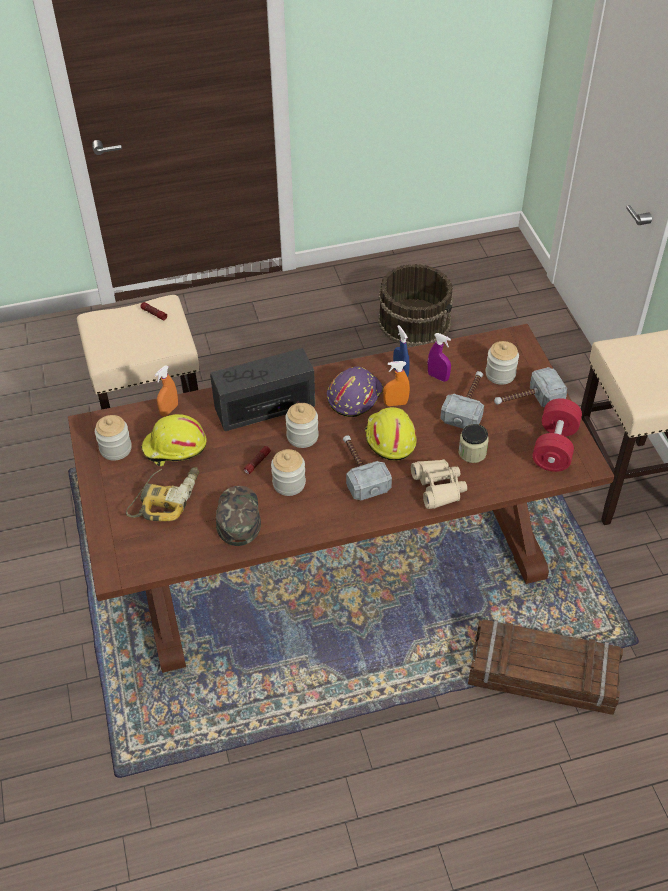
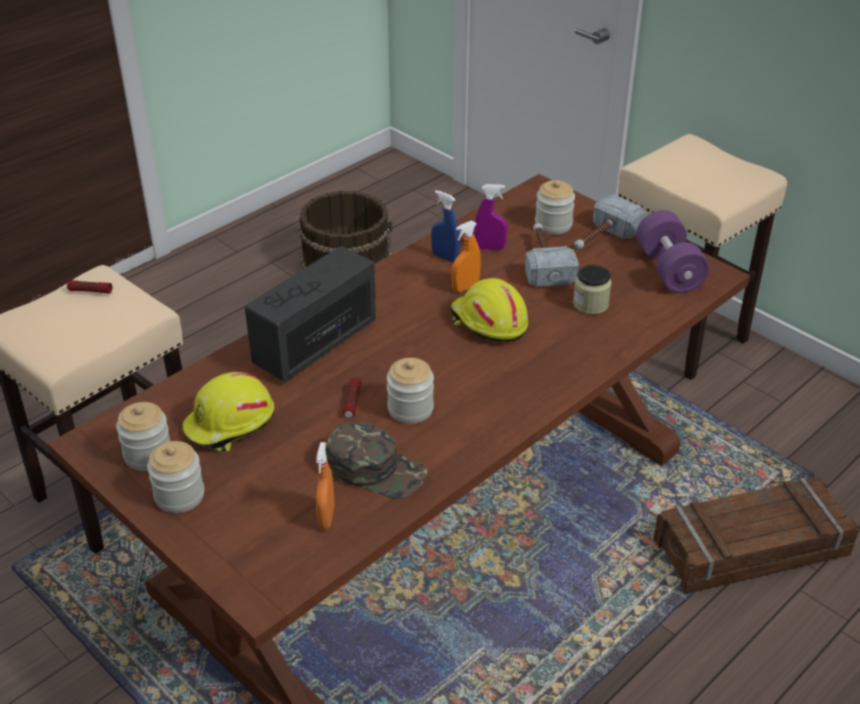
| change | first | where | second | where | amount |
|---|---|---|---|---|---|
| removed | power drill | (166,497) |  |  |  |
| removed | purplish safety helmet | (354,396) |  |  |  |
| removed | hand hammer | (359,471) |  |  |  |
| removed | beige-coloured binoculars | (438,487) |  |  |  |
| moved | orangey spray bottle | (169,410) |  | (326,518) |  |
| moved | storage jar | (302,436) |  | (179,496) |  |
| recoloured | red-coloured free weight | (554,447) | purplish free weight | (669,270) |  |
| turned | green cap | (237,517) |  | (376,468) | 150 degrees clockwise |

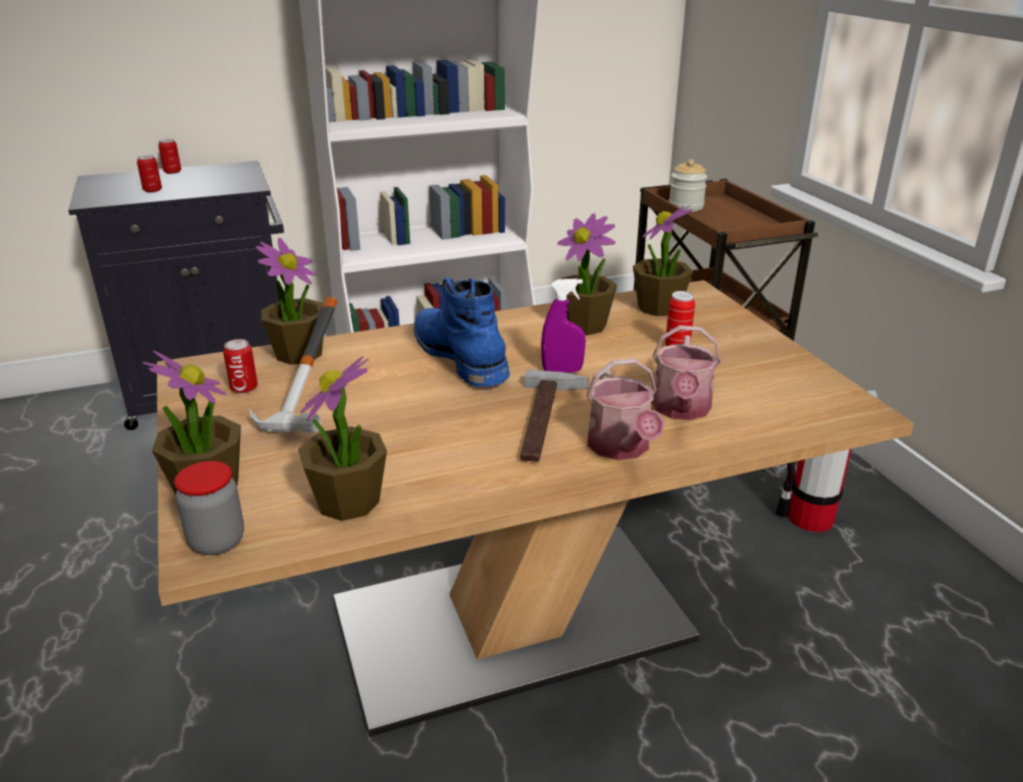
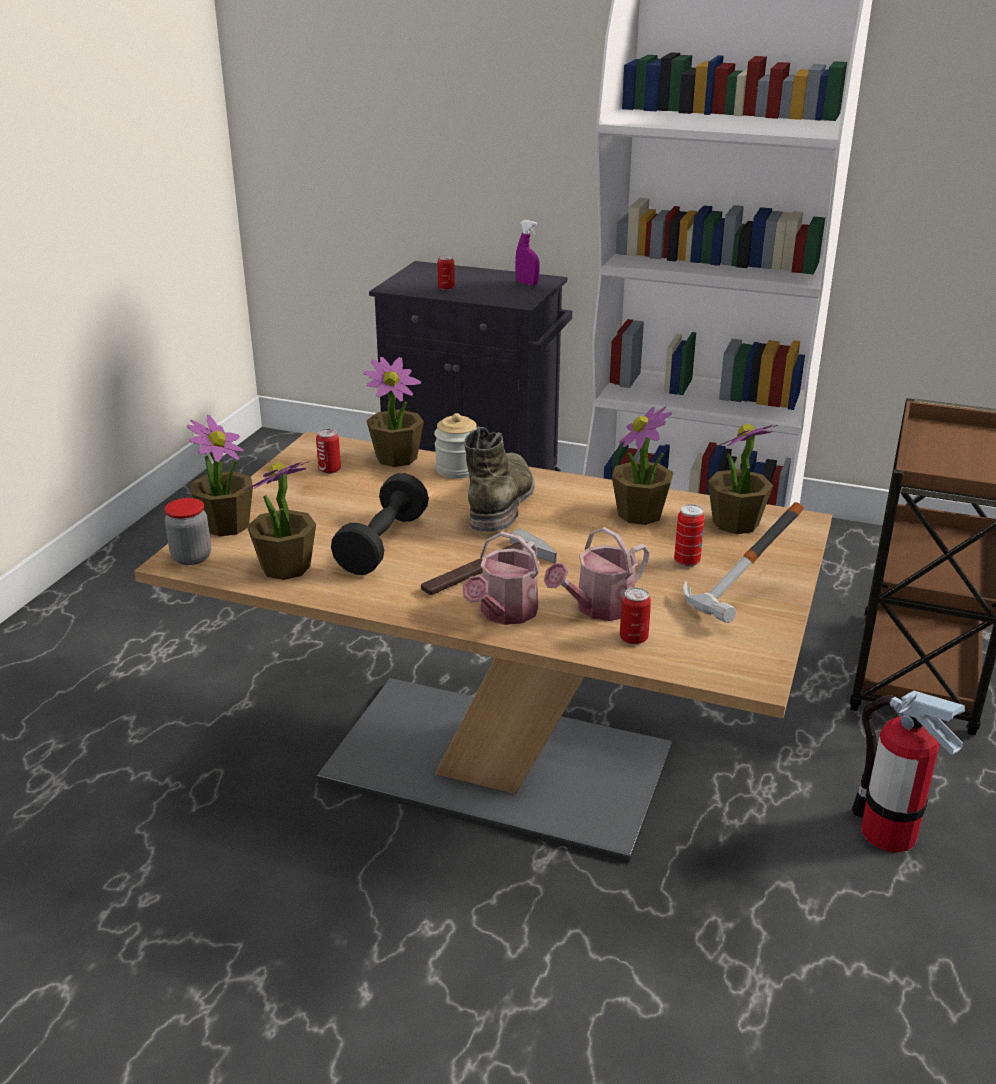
| change | first | where | second | where | amount |
|---|---|---|---|---|---|
| added |  |  | black-coloured free weight | (382,544) |  |
| moved | can | (172,172) |  | (633,638) |  |
| moved | hand hammer | (318,410) |  | (746,604) |  |
| moved | purplish spray bottle | (562,371) |  | (527,283) |  |
| moved | storage jar | (686,207) |  | (457,469) |  |
| recoloured | bluish high-top boot | (459,356) | green high-top boot | (501,501) |  |

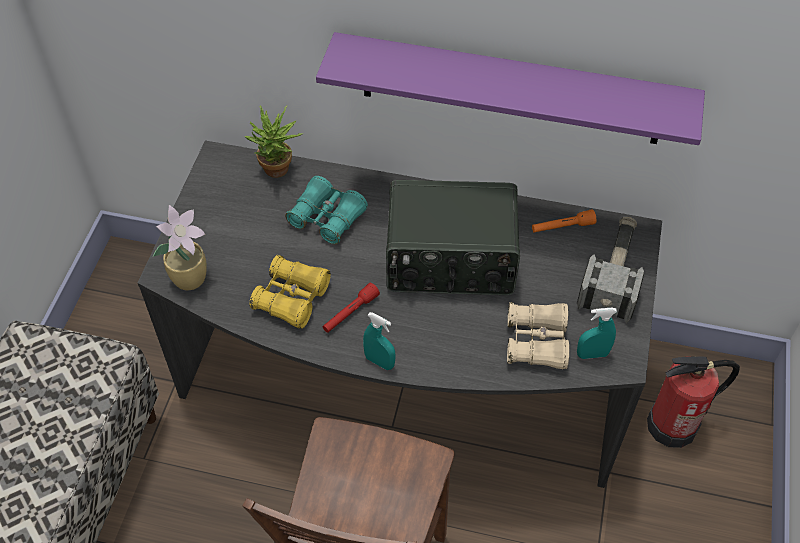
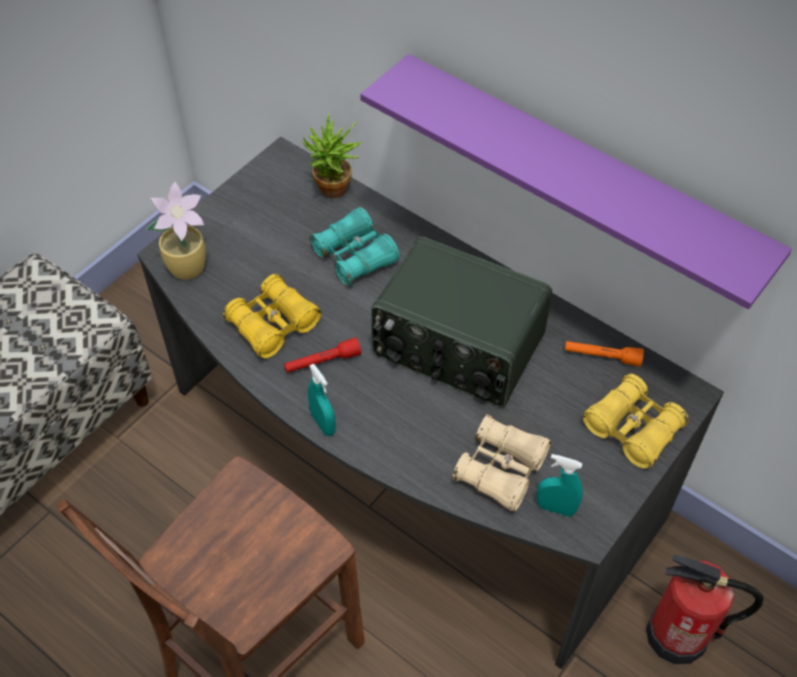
| change | first | where | second | where | amount |
|---|---|---|---|---|---|
| replaced | hand hammer | (614,273) | yellow binoculars | (632,429) |  |

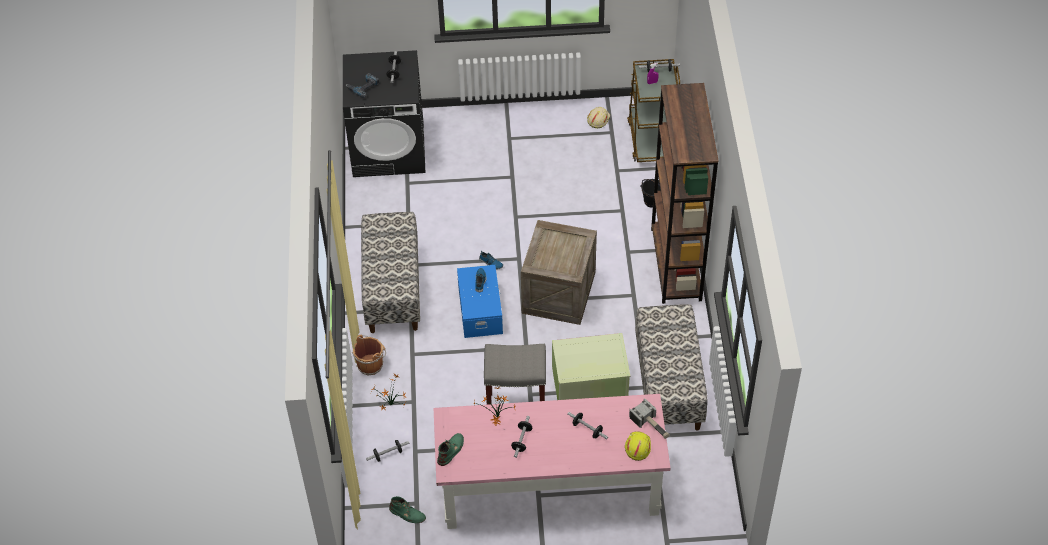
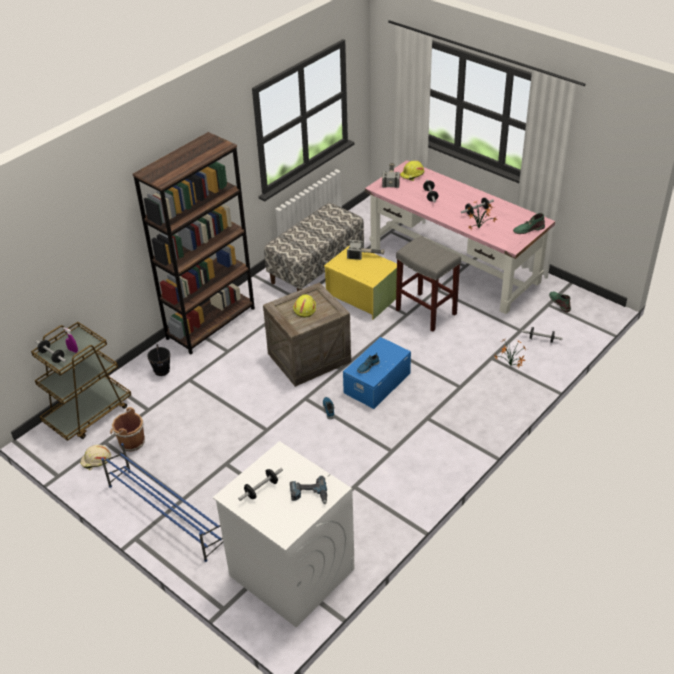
| change | first | where | second | where | amount |
|---|---|---|---|---|---|
| removed | long seat | (392,289) |  |  |  |
| added |  |  | bluish shoe stand | (165,513) |  |
| added |  |  | yellow safety helmet | (304,308) |  |
| added |  |  | hand hammer | (366,255) |  |
| moved | brown bucket | (371,364) |  | (130,442) |  |
| recoloured | black-coloured laundry machine | (389,149) | whitish laundry machine | (291,572) |  |
| recoloured | green storage container | (590,385) | yellow storage container | (362,296) |  |

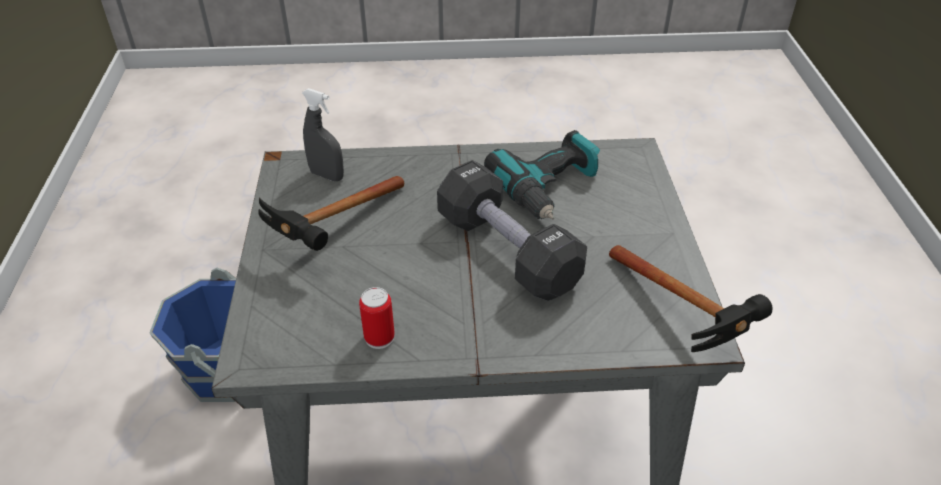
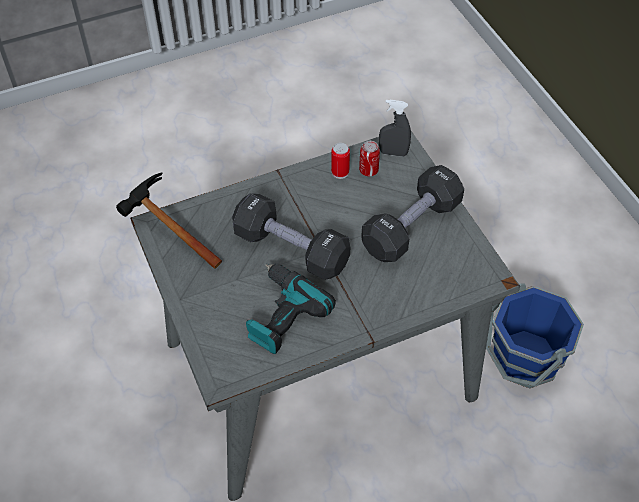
| change | first | where | second | where | amount |
|---|---|---|---|---|---|
| added |  |  | can | (368,170) |  |
| moved | greyish spray bottle | (327,175) |  | (393,153) |  |
| replaced | hand hammer | (333,236) | black-coloured free weight | (411,227) |  |

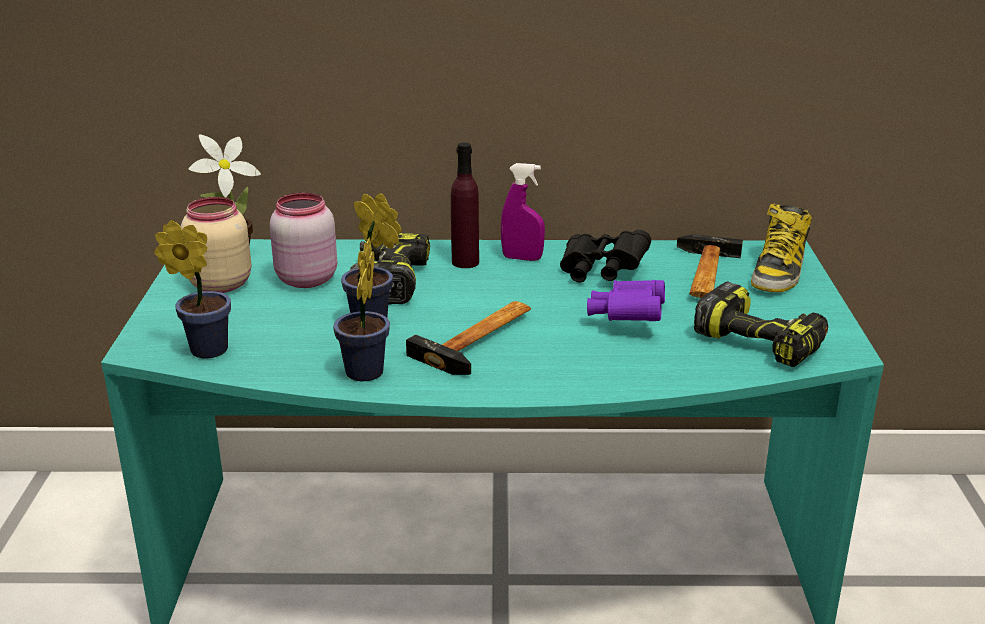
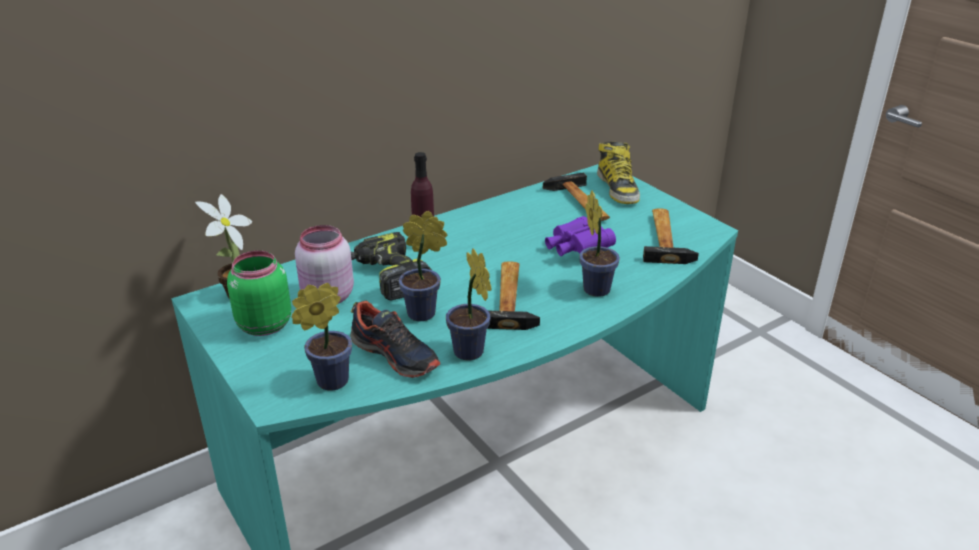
| change | first | where | second | where | amount |
|---|---|---|---|---|---|
| removed | purplish spray bottle | (522,258) |  |  |  |
| removed | black-coloured binoculars | (601,272) |  |  |  |
| added |  |  | low shoe | (395,355) |  |
| added |  |  | houseplant | (595,287) |  |
| replaced | power drill | (762,342) | hand hammer | (666,238) |  |
| recoloured | beige-coloured storage jar | (220,284) | green storage jar | (263,325) |  |

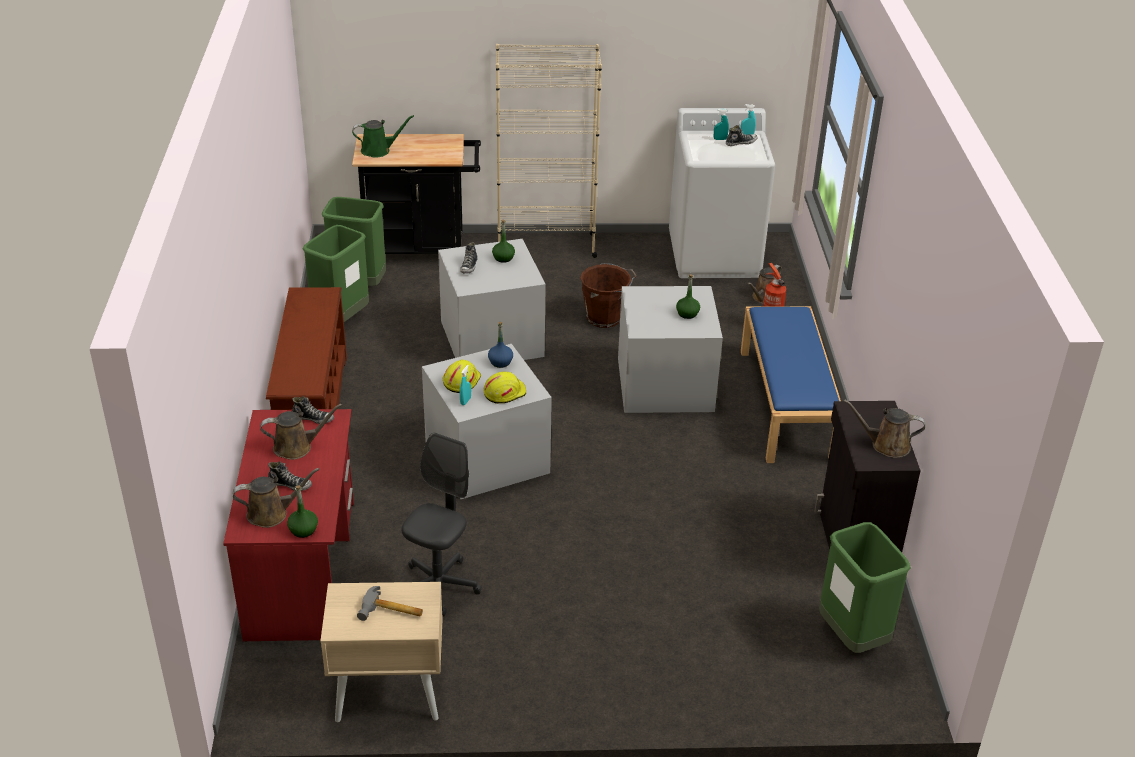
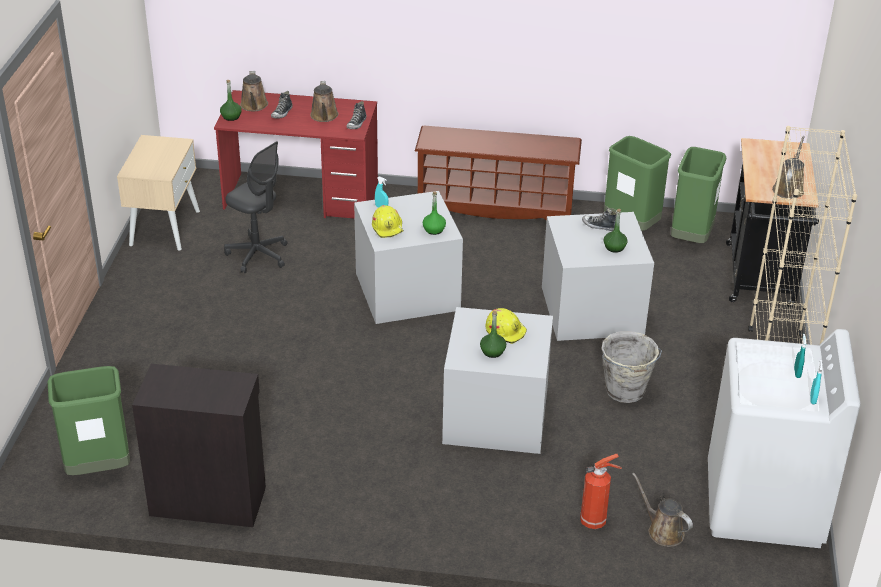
| change | first | where | second | where | amount |
|---|---|---|---|---|---|
| removed | green watering pot | (378,150) |  |  |  |
| removed | hand hammer | (392,612) |  |  |  |
| removed | low shoe | (741,142) |  |  |  |
| removed | bluish long seat | (787,405) |  |  |  |
| moved | yellow safety helmet | (461,381) |  | (505,331) |  |
| moved | brown watering pot | (886,445) |  | (788,189) |  |
| recoloured | bluish drink bottle | (500,362) | green drink bottle | (434,229) |  |
| recoloured | brown bucket | (605,317) | greyish bucket | (625,391) |  |

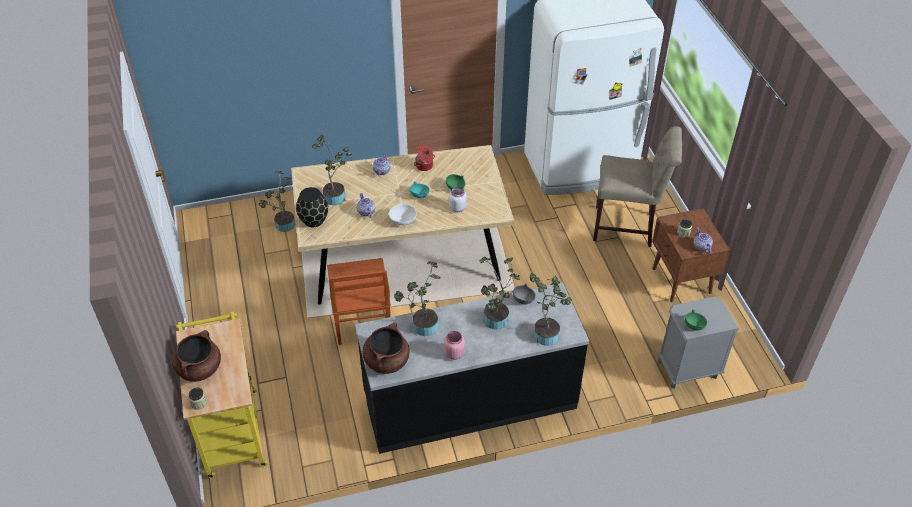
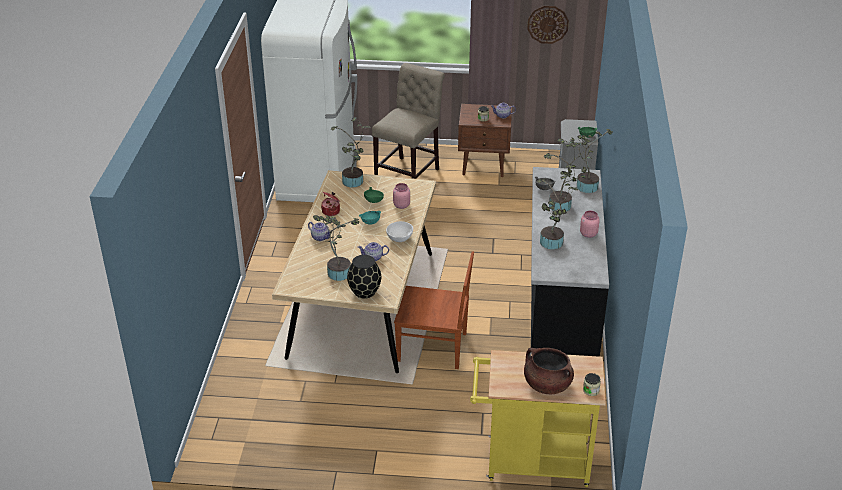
| change | first | where | second | where | amount |
|---|---|---|---|---|---|
| removed | brown cooking pot | (386,361) |  |  |  |
| added |  |  | clock on the wall | (548,24) |  |
| moved | houseplant | (283,226) |  | (353,183) |  |
| recoloured | whitish storage jar | (457,207) | pink-coloured storage jar | (401,205) |  |

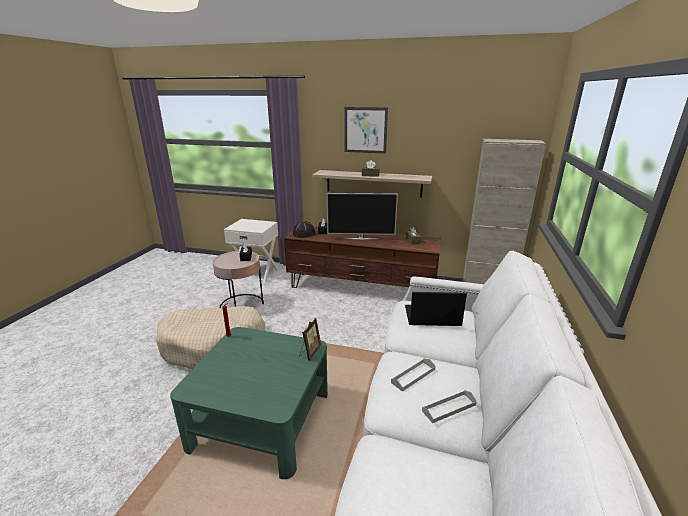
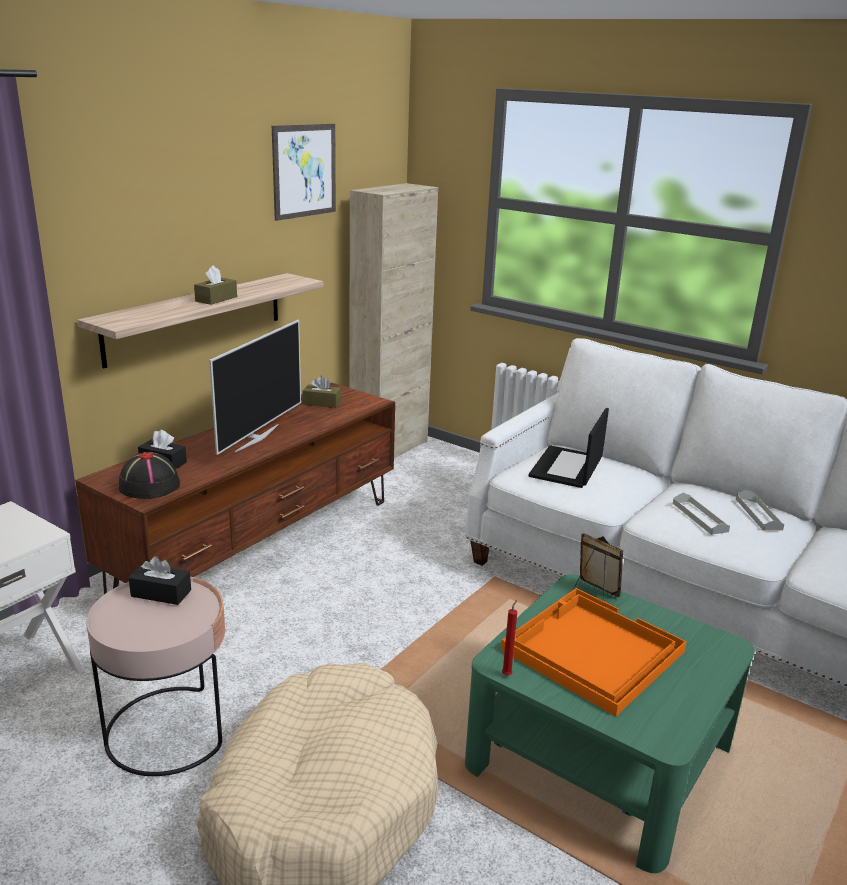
| change | first | where | second | where | amount |
|---|---|---|---|---|---|
| added |  |  | orangey serving tray | (591,651) |  |
| moved | wall art | (365,130) |  | (304,171) |  |

